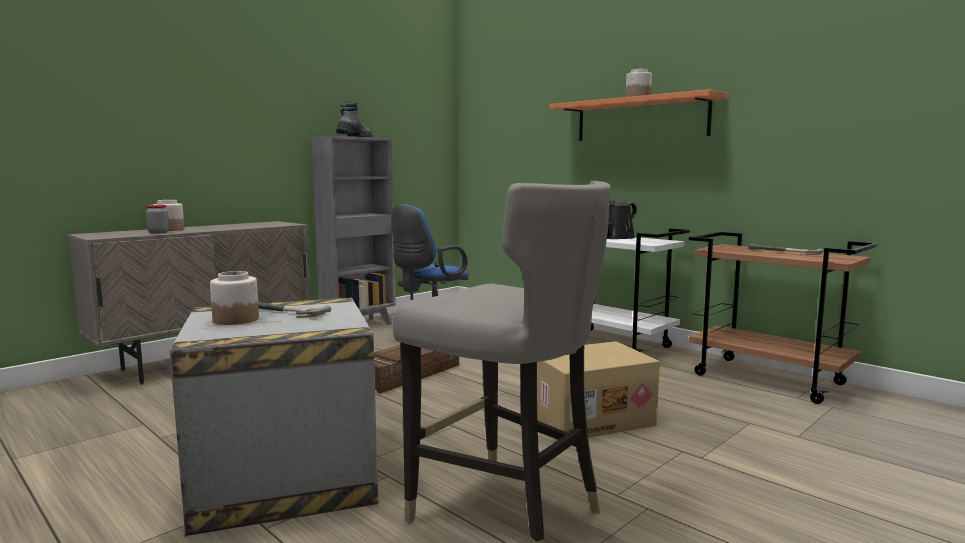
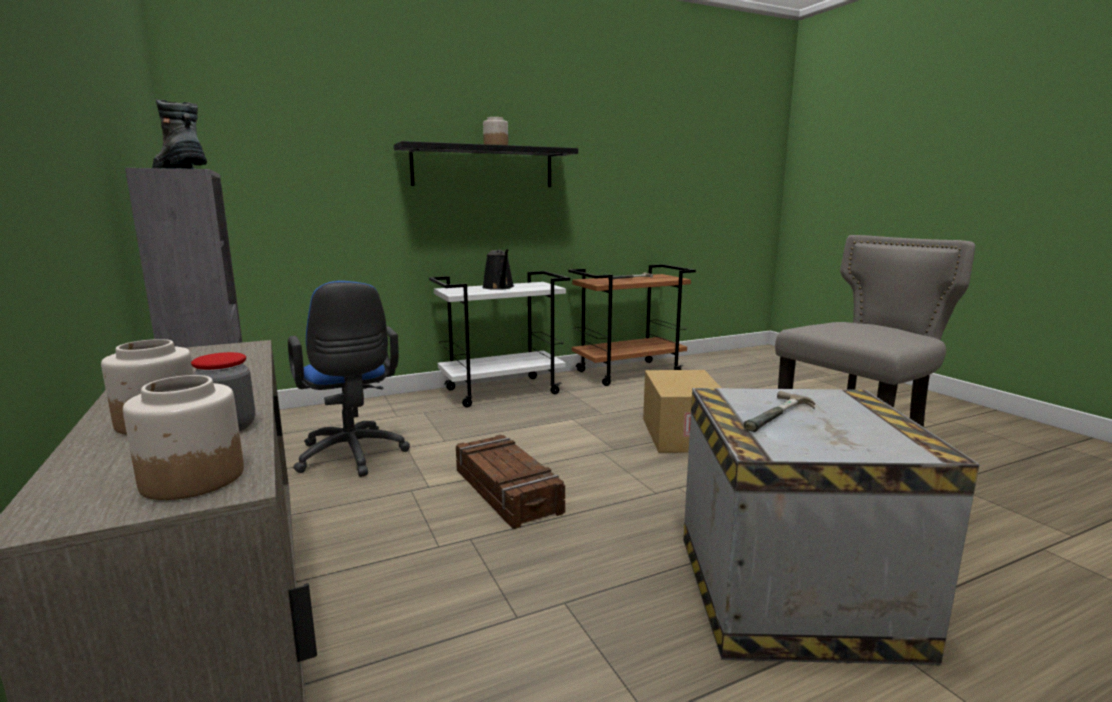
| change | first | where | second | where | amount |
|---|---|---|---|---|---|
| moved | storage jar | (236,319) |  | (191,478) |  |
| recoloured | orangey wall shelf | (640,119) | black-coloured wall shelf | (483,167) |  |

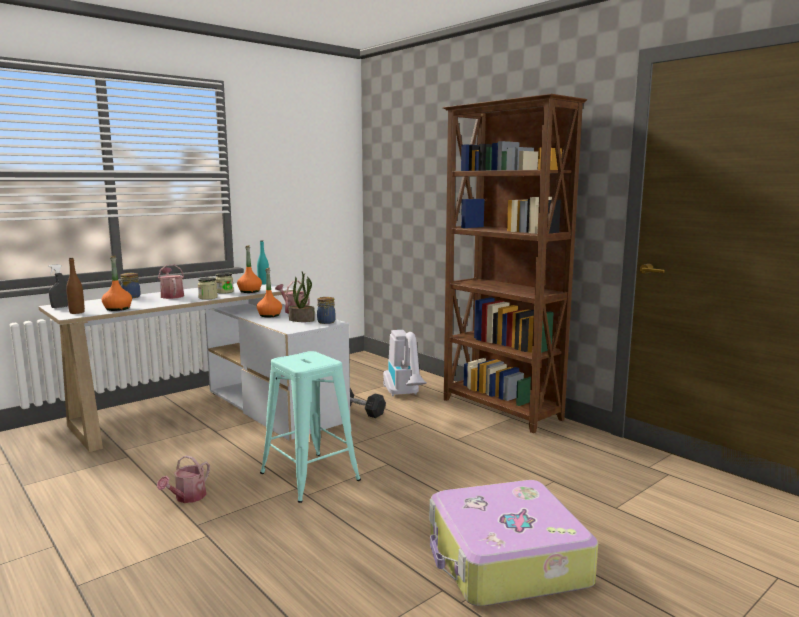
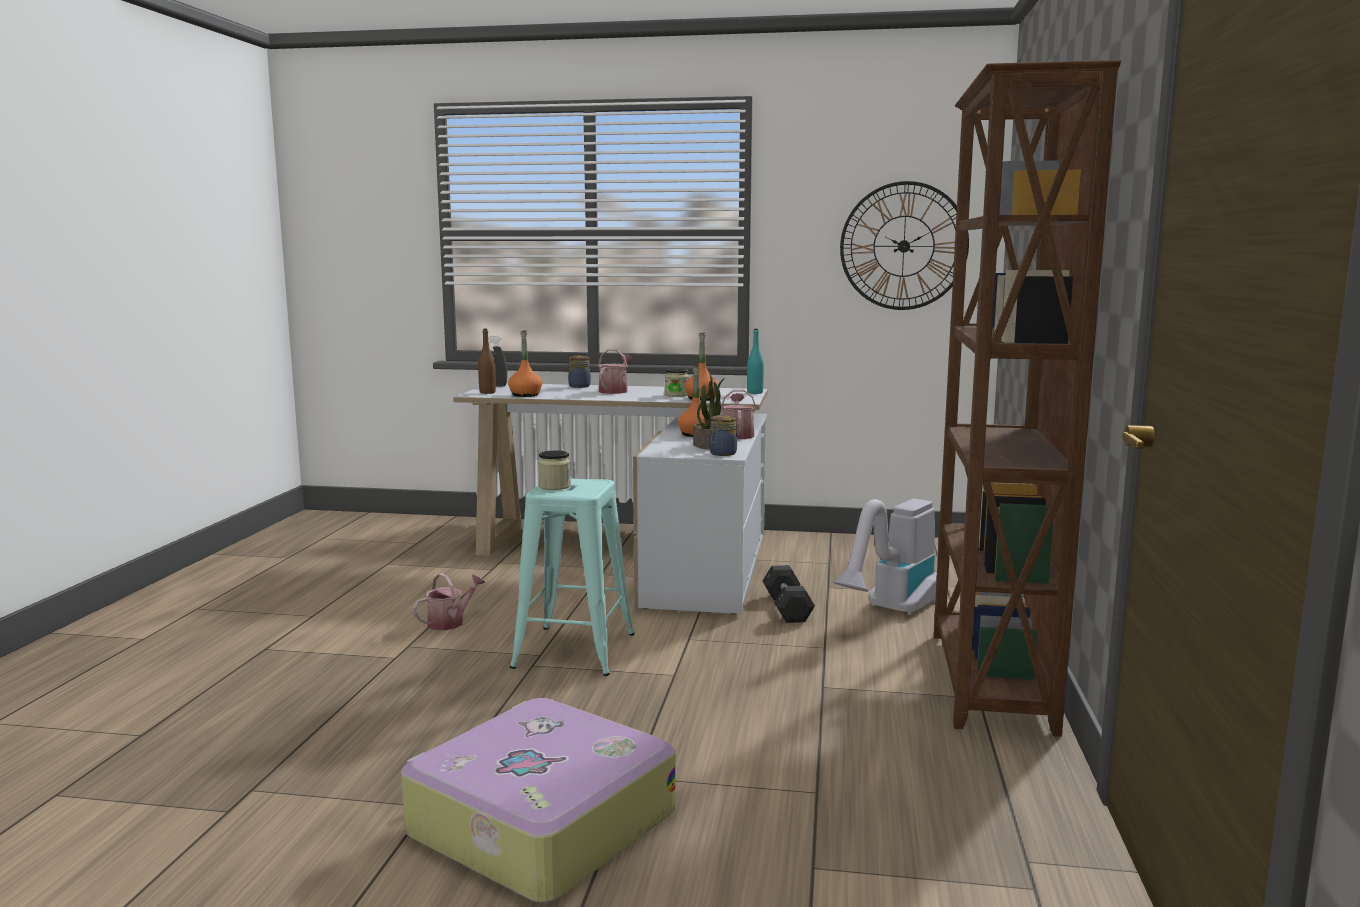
| change | first | where | second | where | amount |
|---|---|---|---|---|---|
| added |  |  | clock on the wall | (903,246) |  |
| moved | storage jar | (208,297) |  | (554,486) |  |
| turned | watering pot | (187,498) |  | (450,622) | 150 degrees clockwise |

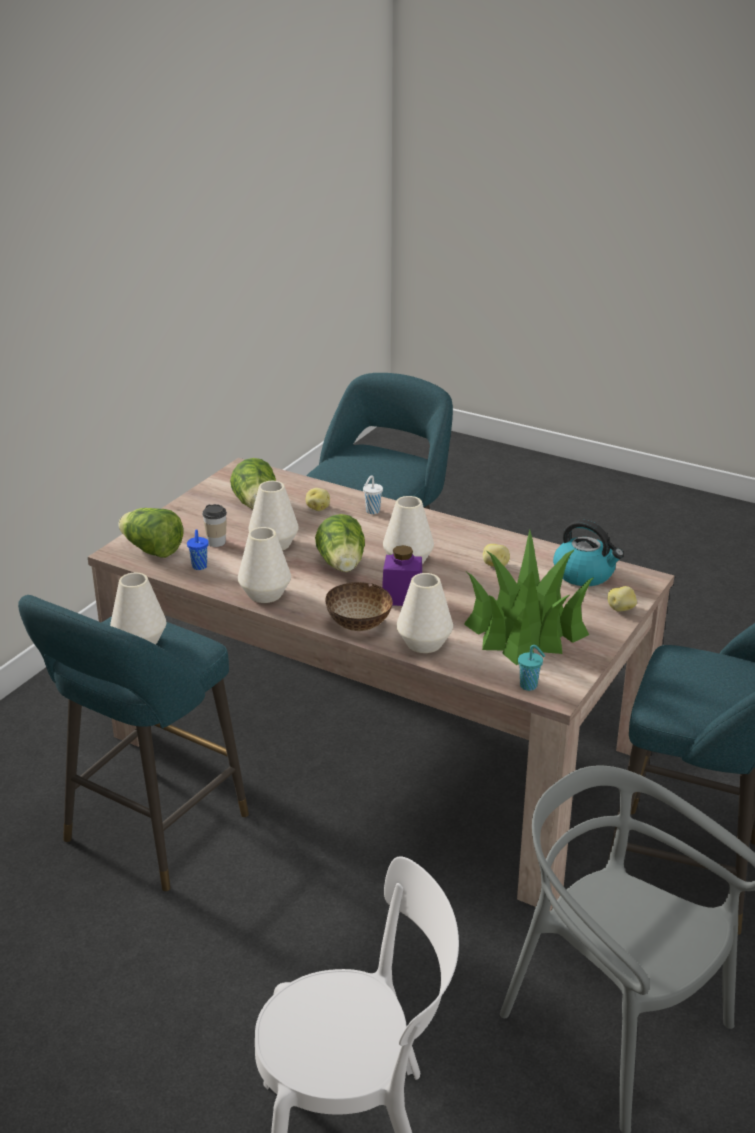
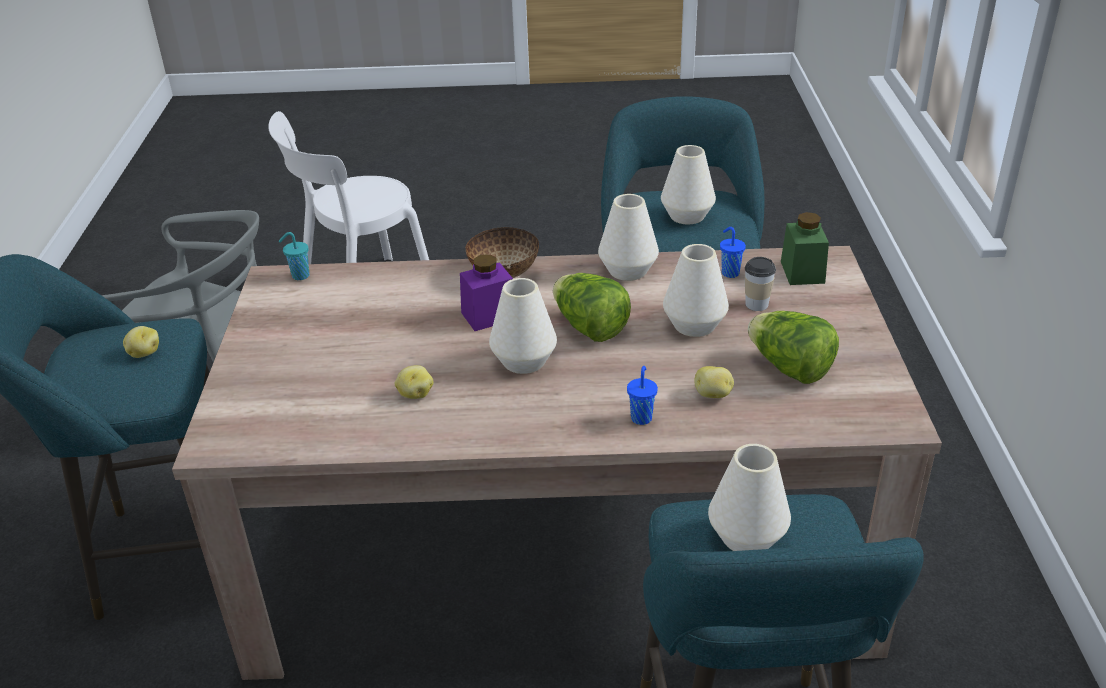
| change | first | where | second | where | amount |
|---|---|---|---|---|---|
| removed | houseplant | (525,630) |  |  |  |
| removed | water kettle | (585,574) |  |  |  |
| moved | whitish vase | (424,643) |  | (747,536) |  |
| moved | spud | (621,609) |  | (144,353) |  |
| replaced | head of lettuce | (152,550) | green storage jar | (802,272) |  |
| recoloured | whitish drinking cup | (372,511) | bluish drinking cup | (641,417) |  |

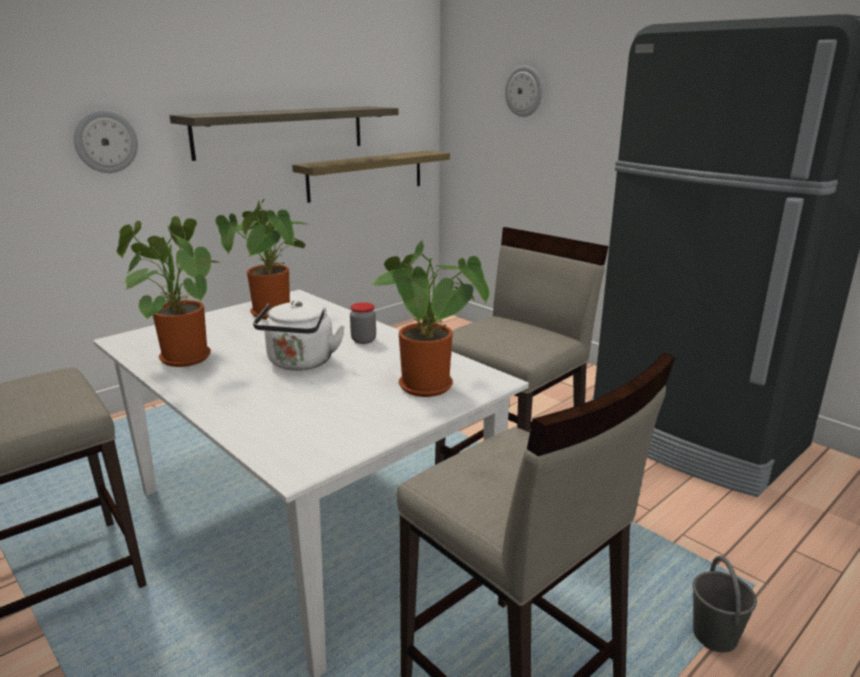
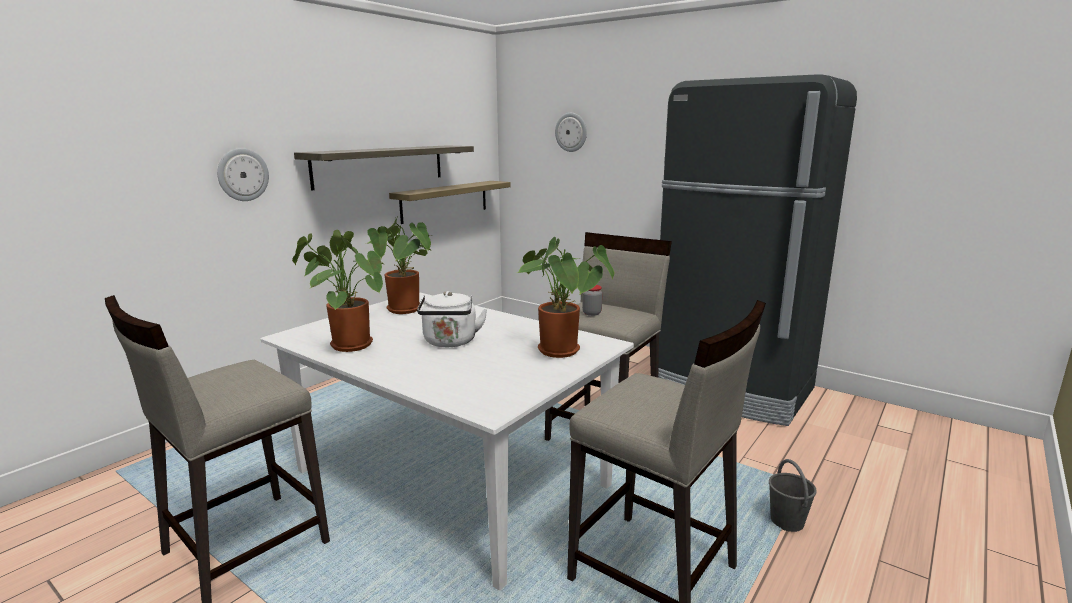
| change | first | where | second | where | amount |
|---|---|---|---|---|---|
| moved | storage jar | (363,340) |  | (591,313) |  |

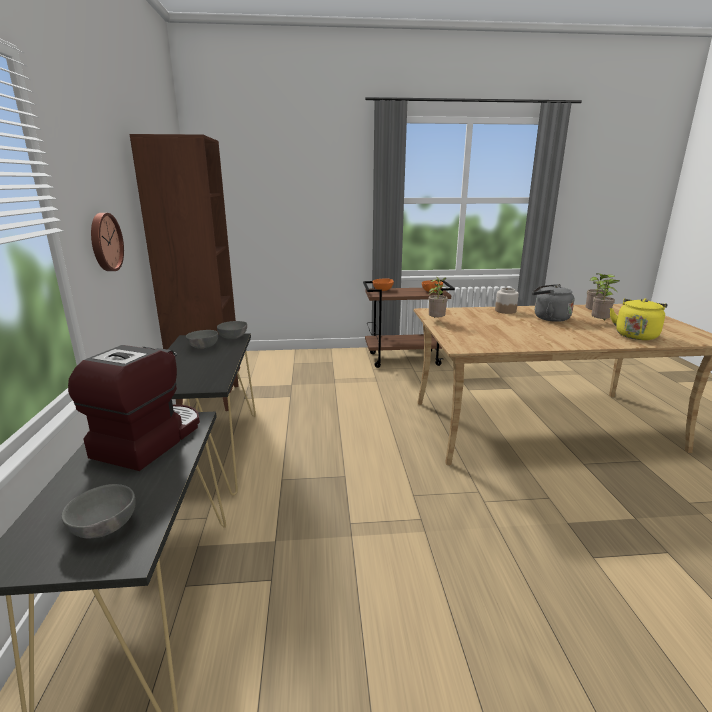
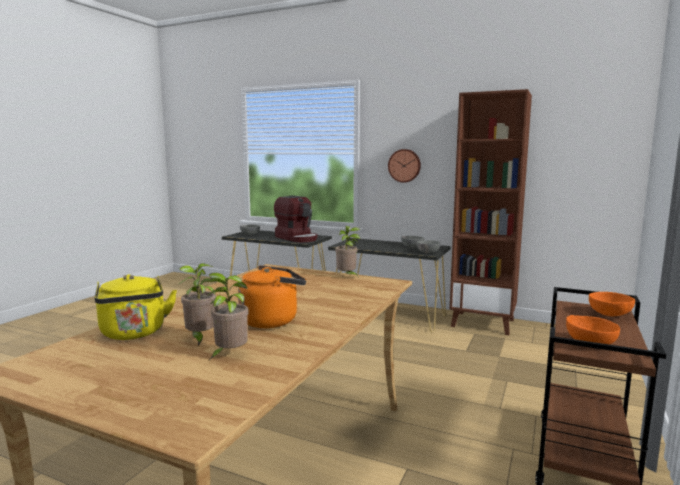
| change | first | where | second | where | amount |
|---|---|---|---|---|---|
| removed | storage jar | (505,311) |  |  |  |
| recoloured | greyish water kettle | (548,318) | orangey water kettle | (272,320) |  |

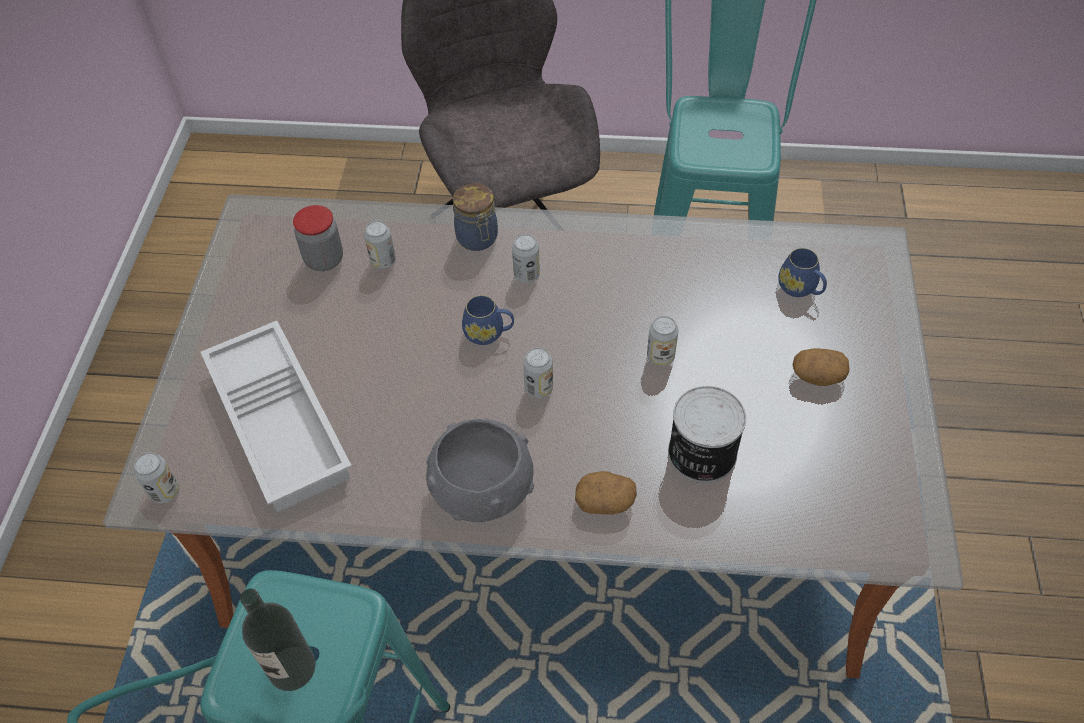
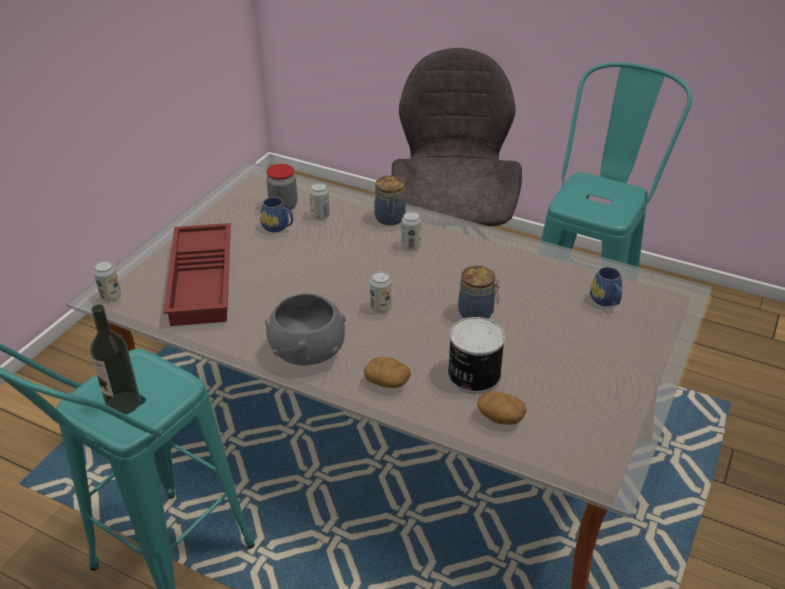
| change | first | where | second | where | amount |
|---|---|---|---|---|---|
| moved | bluish tea mug | (489,333) |  | (278,227) |  |
| moved | spud | (817,376) |  | (500,417) |  |
| replaced | can | (660,357) | storage jar | (477,313) |  |
| recoloured | whitish serving tray | (282,422) | red-coloured serving tray | (204,281) |  |

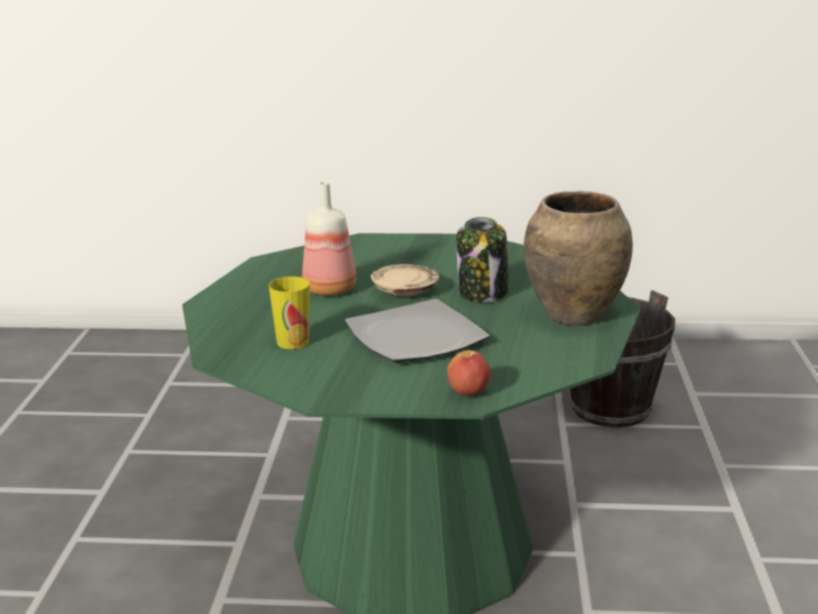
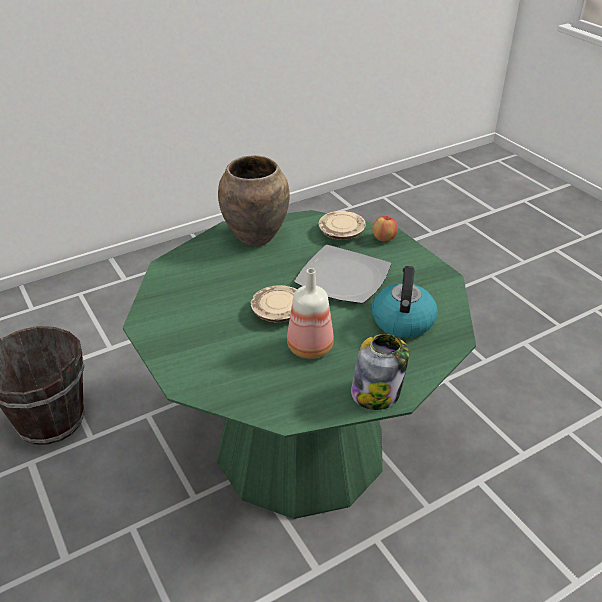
| change | first | where | second | where | amount |
|---|---|---|---|---|---|
| added |  |  | beige-coloured plate | (341,232) |  |
| moved | storage jar | (483,293) |  | (376,393) |  |
| replaced | drinking cup | (293,342) | water kettle | (402,320) |  |

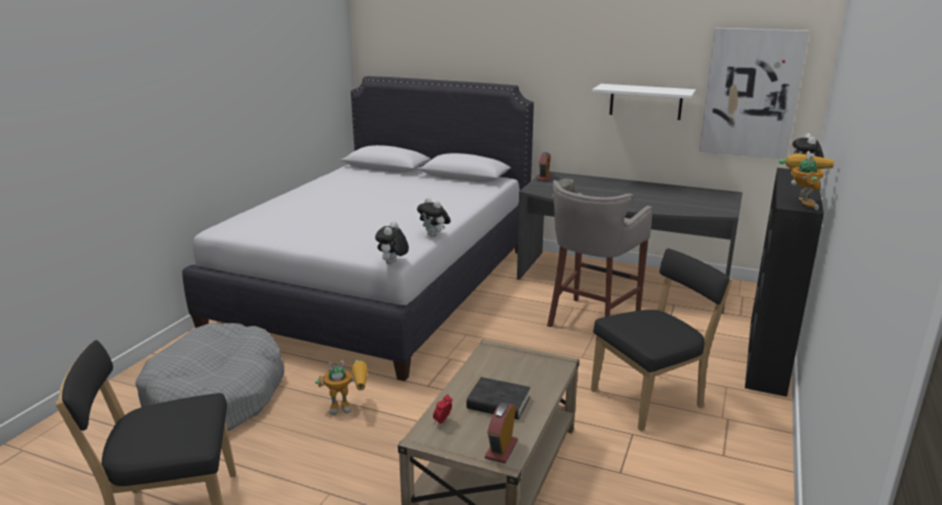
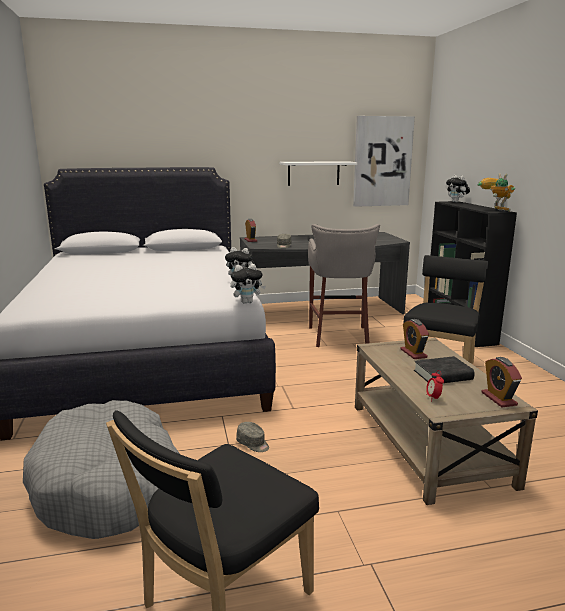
| change | first | where | second | where | amount |
|---|---|---|---|---|---|
| added |  |  | alarm clock | (413,353) |  |
| replaced | robot figure | (348,406) | greyish cap | (253,444) |  |
| turned | plush toy | (392,263) |  | (247,302) | 90 degrees counterclockwise |

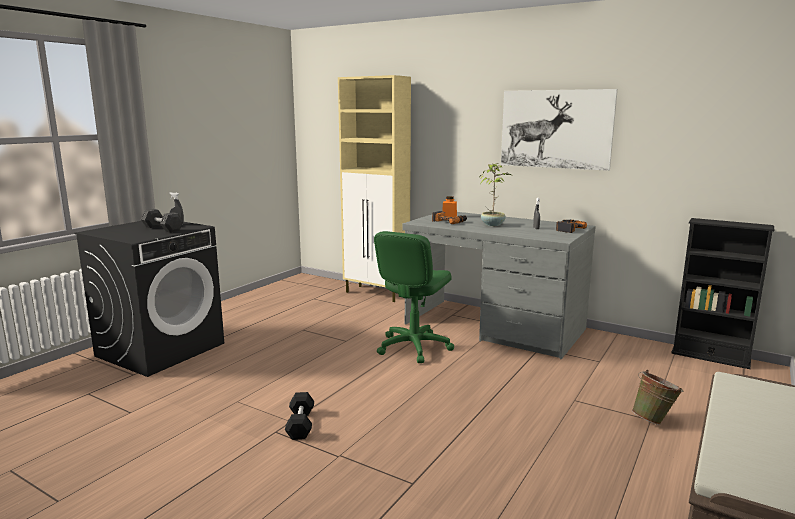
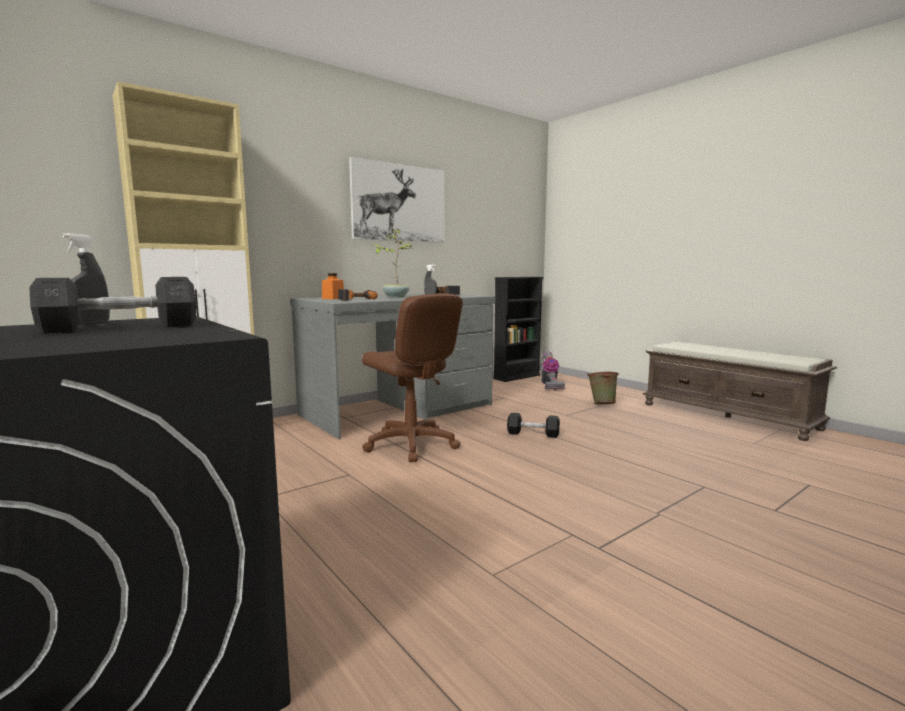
| change | first | where | second | where | amount |
|---|---|---|---|---|---|
| added |  |  | vacuum cleaner | (549,385) |  |
| moved | black-coloured free weight | (300,424) |  | (533,434) |  |
| recoloured | green computer chair | (413,347) | brown computer chair | (411,445) |  |

